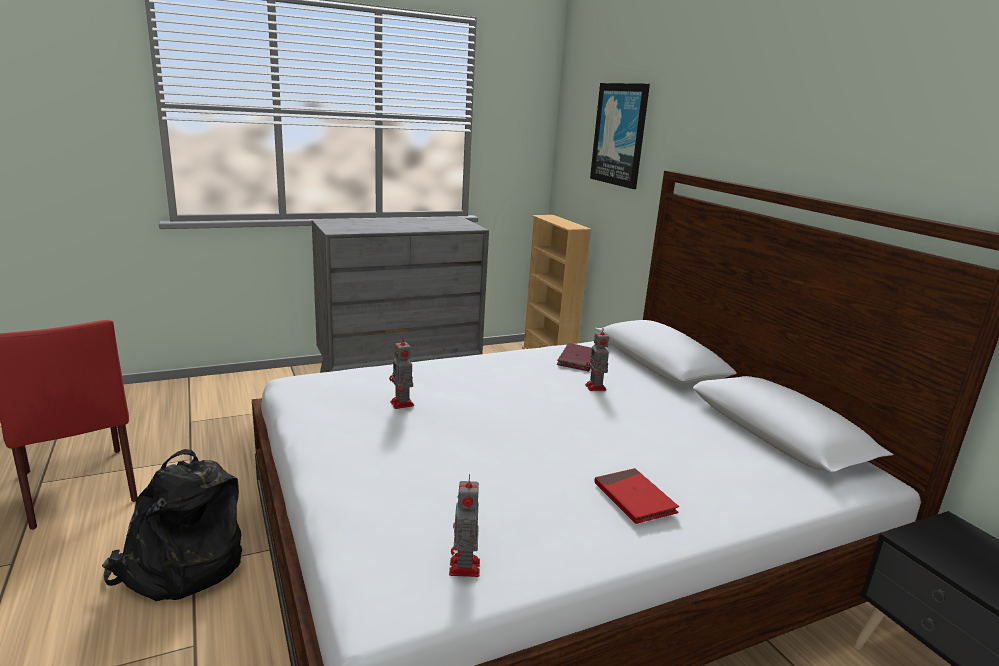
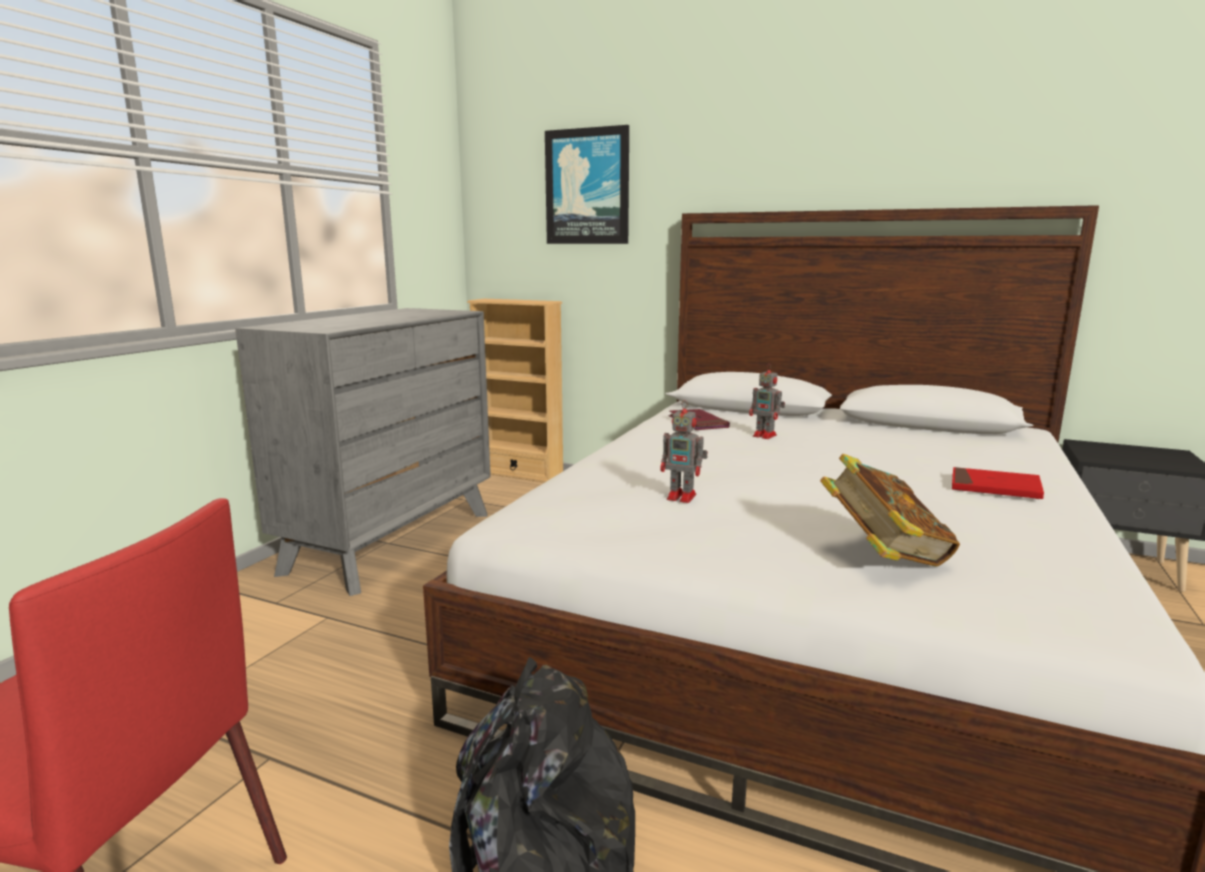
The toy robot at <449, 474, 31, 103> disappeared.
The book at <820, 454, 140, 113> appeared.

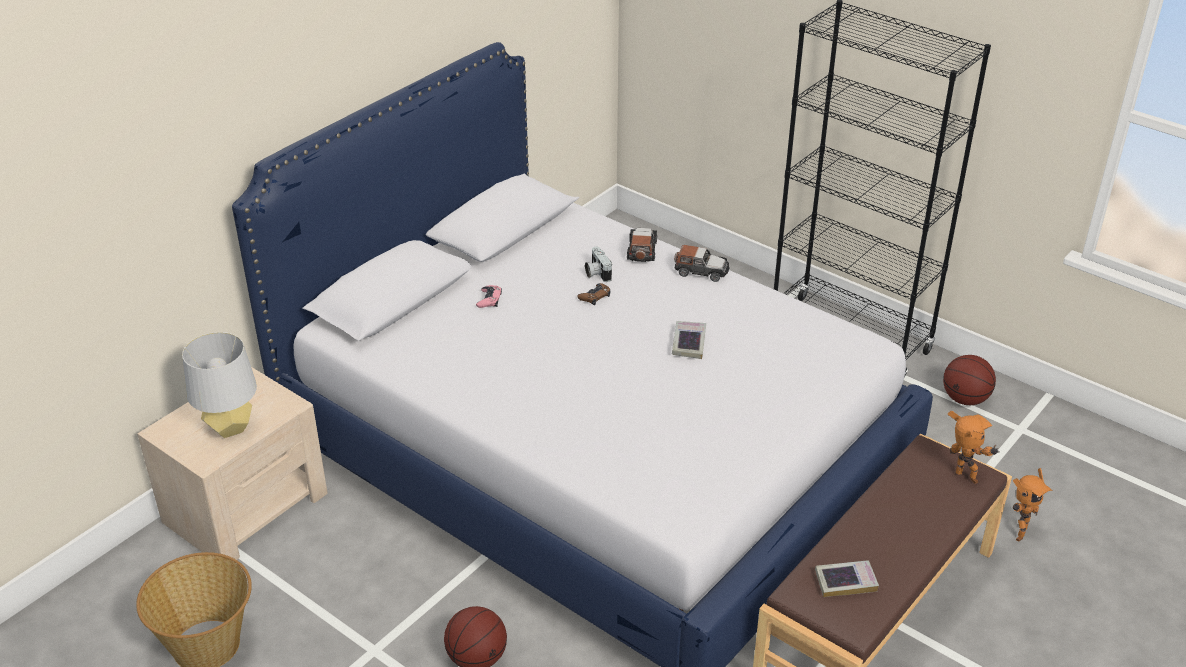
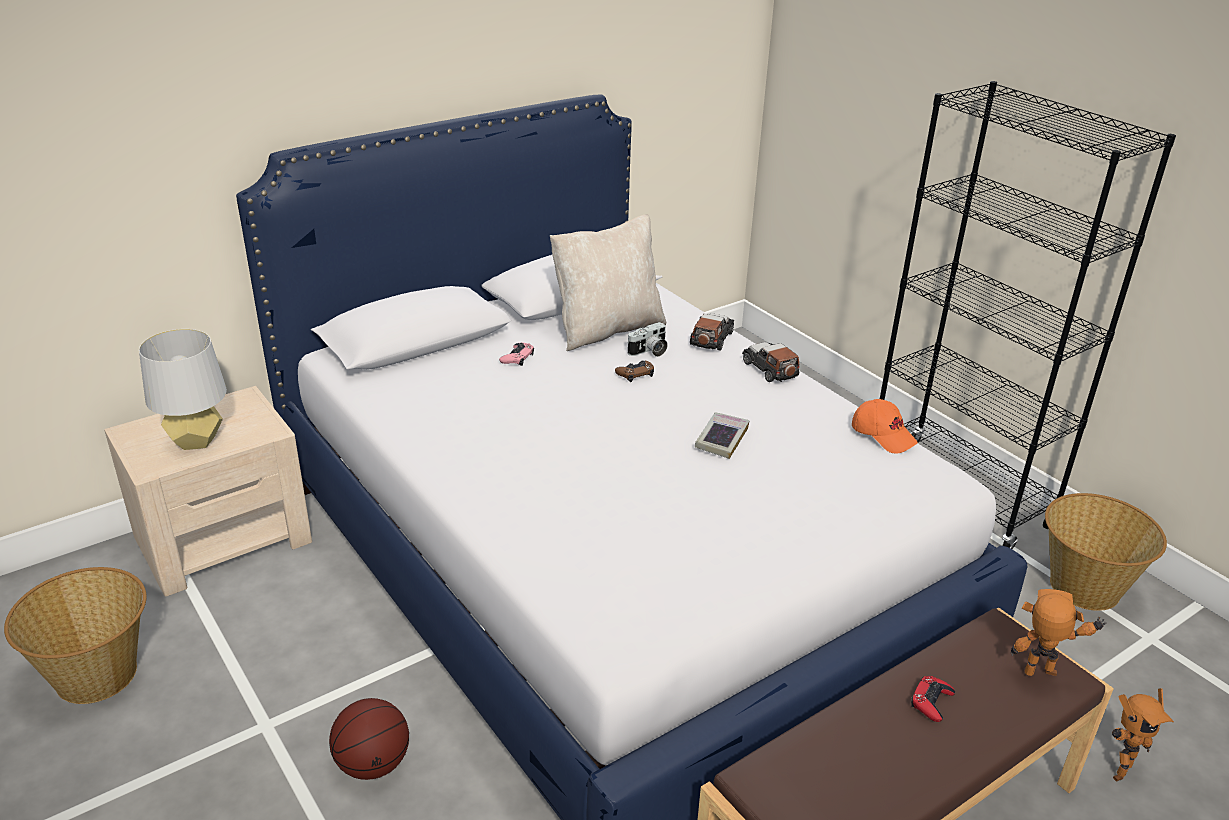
The photo camera at <585, 247, 27, 35> turned 120 degrees counterclockwise.
The toy car at <674, 245, 56, 37> turned 150 degrees counterclockwise.
The book at <815, 560, 64, 37> disappeared.
The basketball at <943, 355, 53, 50> was replaced by the basket at <1045, 493, 122, 118>.
The toy robot at <948, 411, 52, 73> turned 60 degrees counterclockwise.
The beige pillow at <550, 214, 116, 137> appeared.
The orange cap at <852, 399, 66, 54> appeared.
The red game controller at <911, 676, 44, 46> appeared.

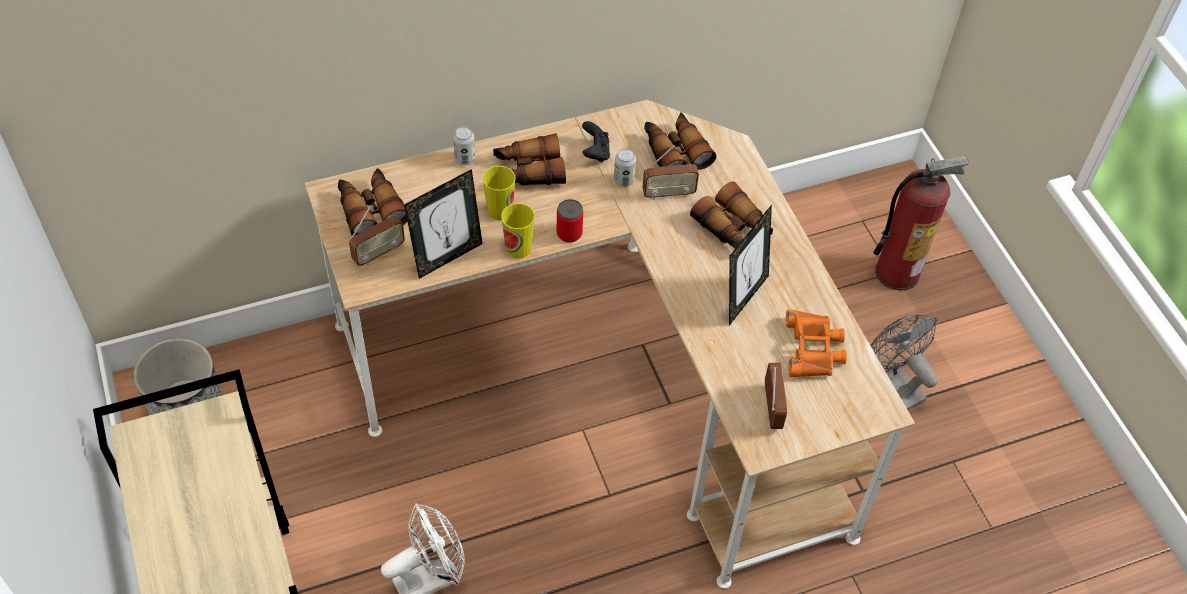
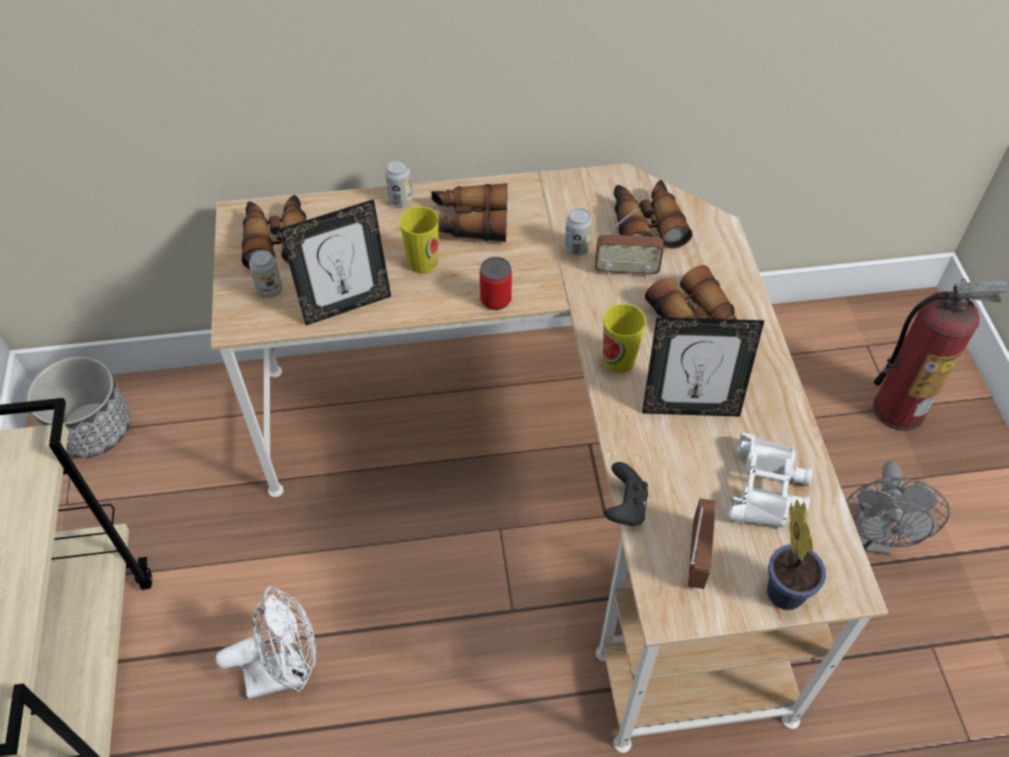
The radio at <349, 206, 56, 60> was replaced by the can at <249, 250, 33, 48>.
The cup moved from <501, 203, 34, 55> to <603, 304, 43, 69>.
The black game controller moved from <582, 121, 28, 41> to <604, 462, 44, 64>.
The picture frame at <729, 205, 43, 121> turned 45 degrees clockwise.
The orange binoculars at <786, 310, 61, 67> became the white binoculars at <728, 432, 84, 96>.
The grey fan at <871, 314, 67, 96> turned 150 degrees counterclockwise.
The potted plant at <767, 499, 59, 111> appeared.

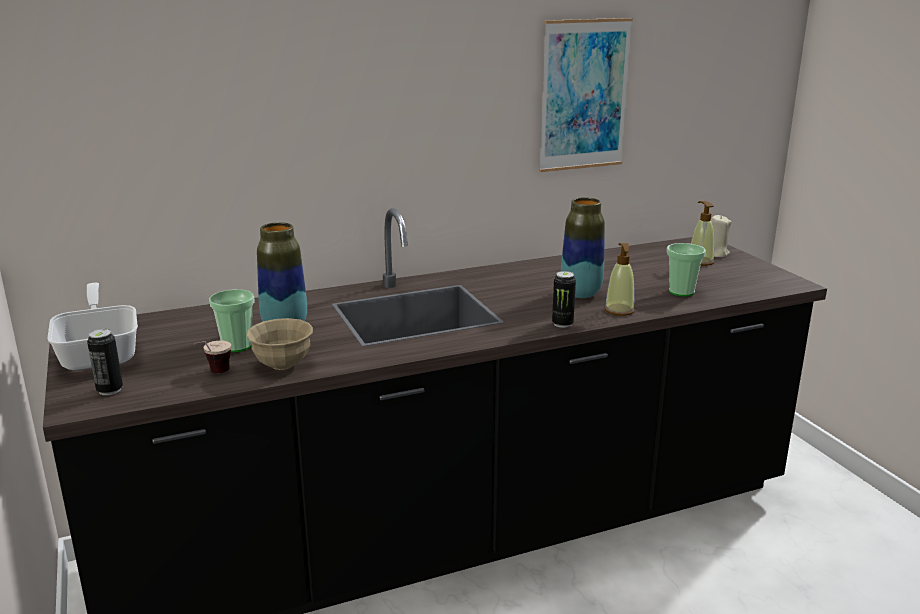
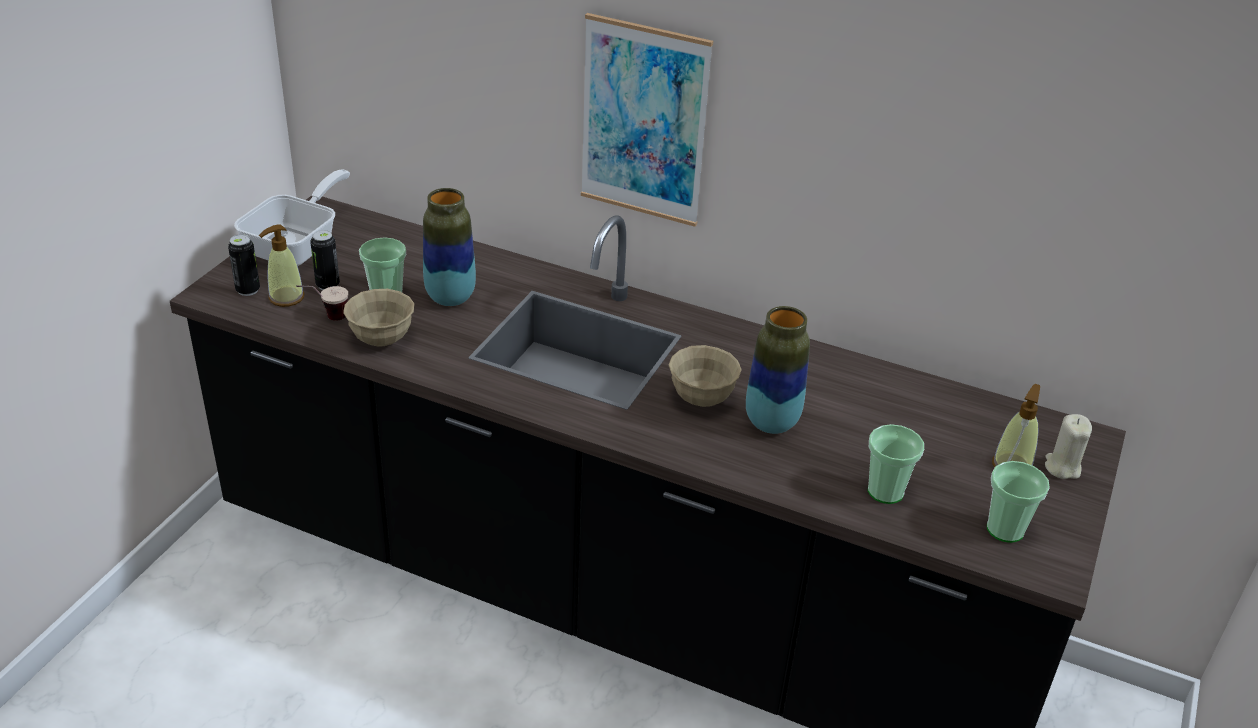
The picture moved from <539, 18, 94, 154> to <581, 13, 132, 214>.
The can moved from <552, 271, 24, 57> to <310, 230, 30, 60>.
The soap dispenser moved from <604, 243, 31, 73> to <259, 225, 45, 82>.
The beige bowl at <669, 345, 73, 62> appeared.
The cup at <987, 461, 63, 82> appeared.

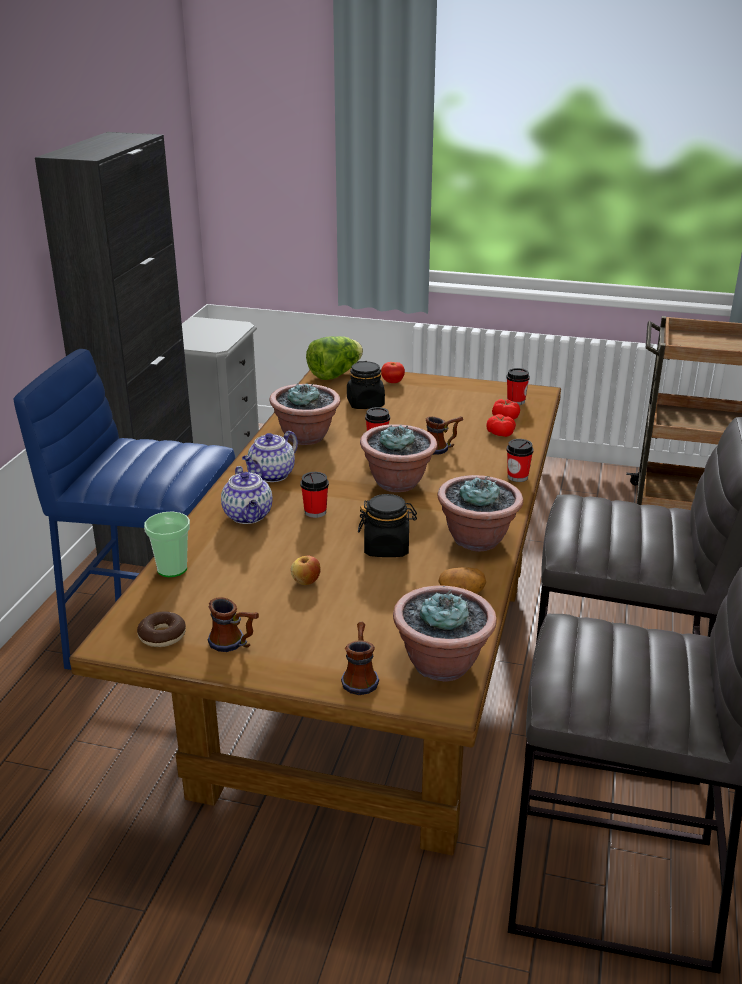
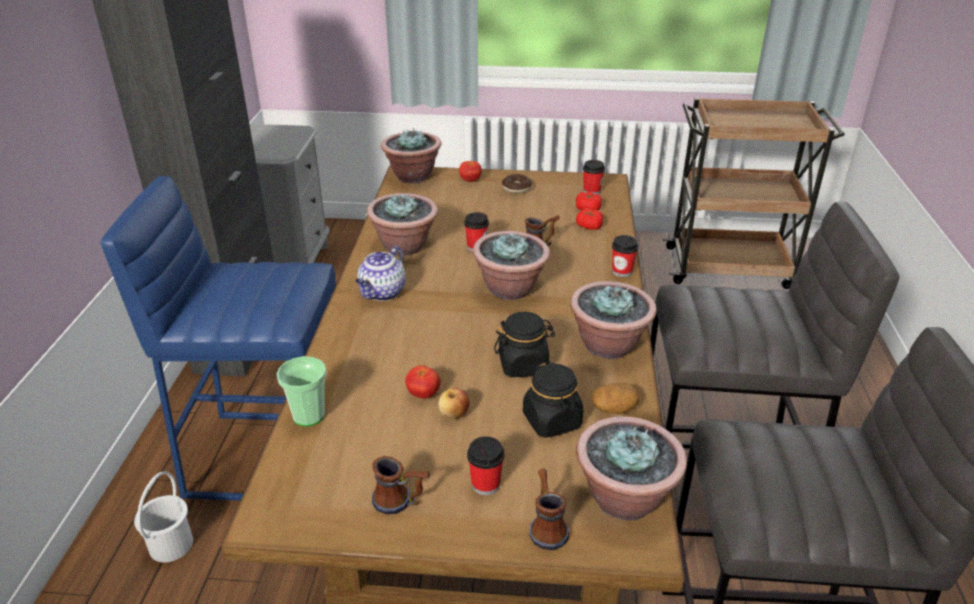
The donut moved from <137, 611, 49, 36> to <502, 174, 30, 19>.
The teapot at <221, 466, 52, 58> disappeared.
The cup moved from <300, 472, 29, 46> to <467, 436, 37, 59>.
The lettuce at <306, 336, 57, 44> was replaced by the potted plant at <381, 128, 60, 56>.
The black jar moved from <347, 361, 38, 48> to <523, 361, 60, 77>.
The white bucket at <134, 471, 59, 91> appeared.
The tomato at <405, 366, 36, 33> appeared.

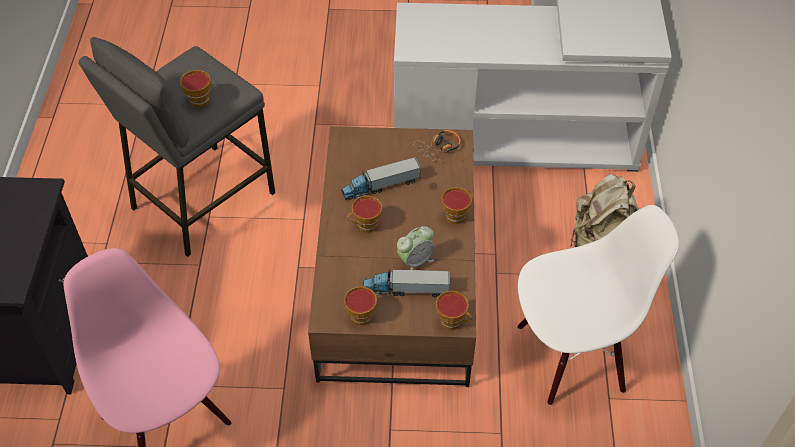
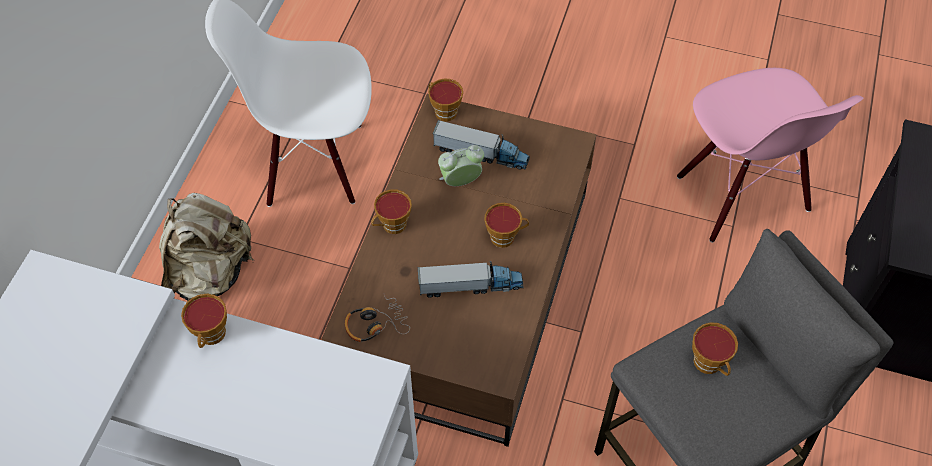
The cup moved from <344, 285, 33, 41> to <181, 294, 46, 54>.

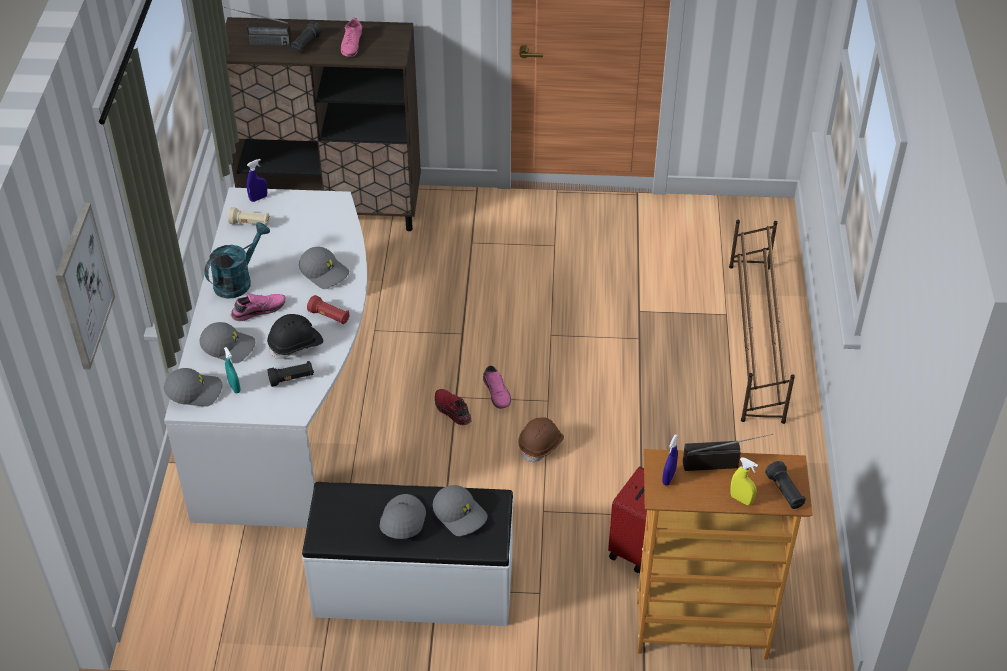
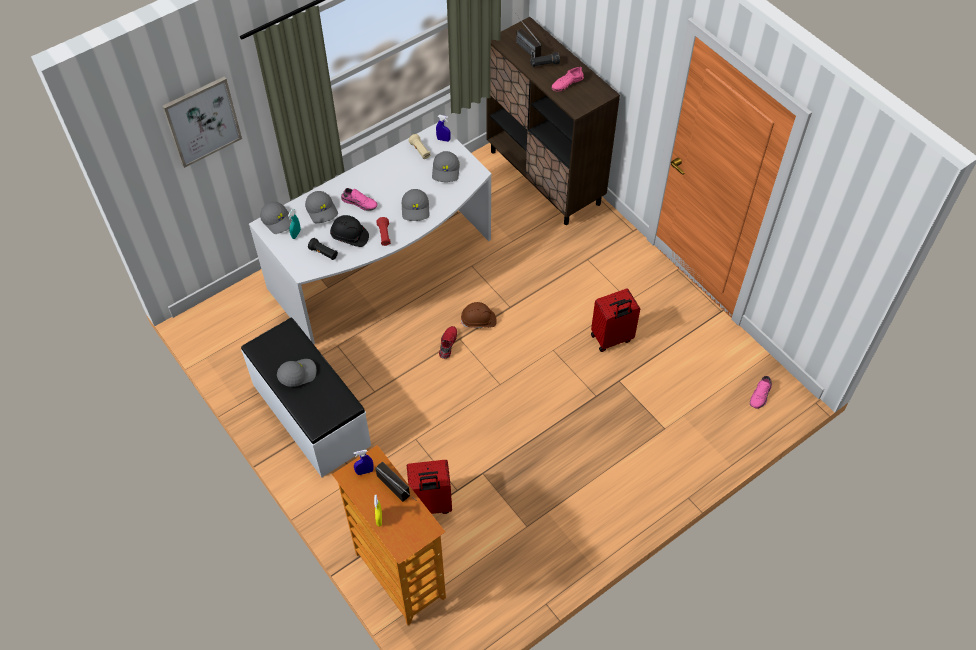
The turquoise watering can at <205, 222, 65, 77> disappeared.
The grey cap moved from <433, 485, 55, 51> to <432, 151, 28, 31>.
The pink shoe moved from <483, 366, 28, 43> to <750, 376, 22, 33>.
The brown hard hat moved from <518, 417, 46, 46> to <461, 302, 36, 26>.
The brown shoe rack at <729, 220, 66, 204> disappeared.
The black flashlight at <765, 461, 41, 48> disappeared.
The red suitcase at <591, 288, 49, 64> appeared.

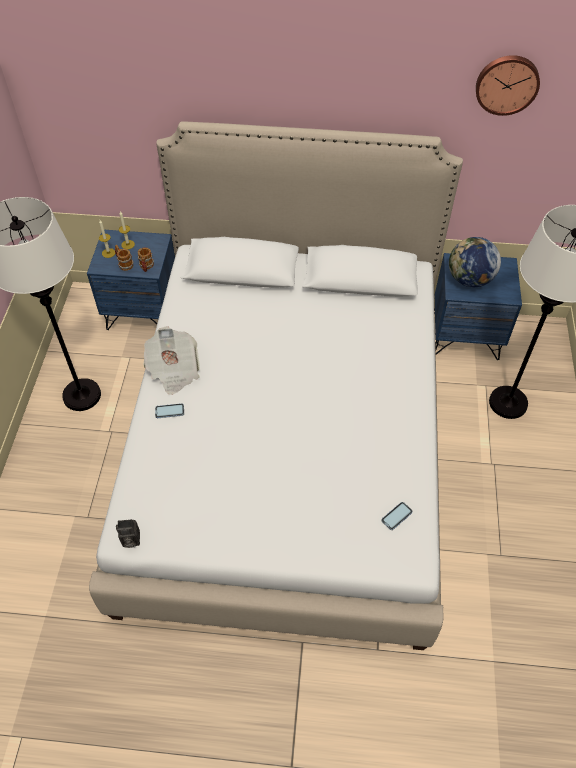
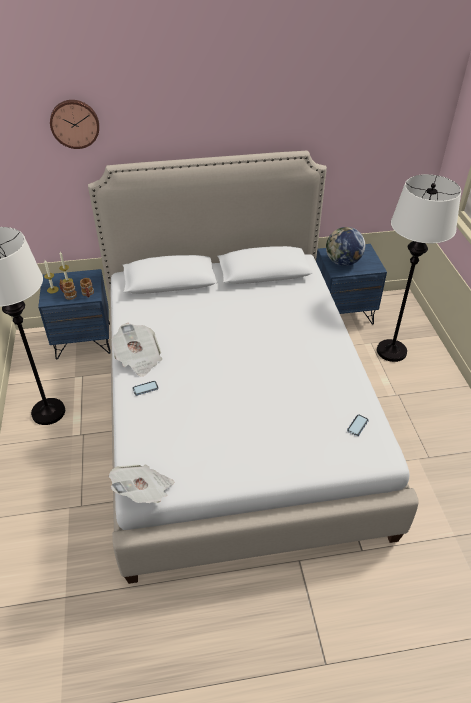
The photo camera at <116, 519, 24, 29> was replaced by the newspaper at <109, 465, 65, 38>.
The wall clock moved from <476, 55, 64, 61> to <50, 100, 49, 49>.

